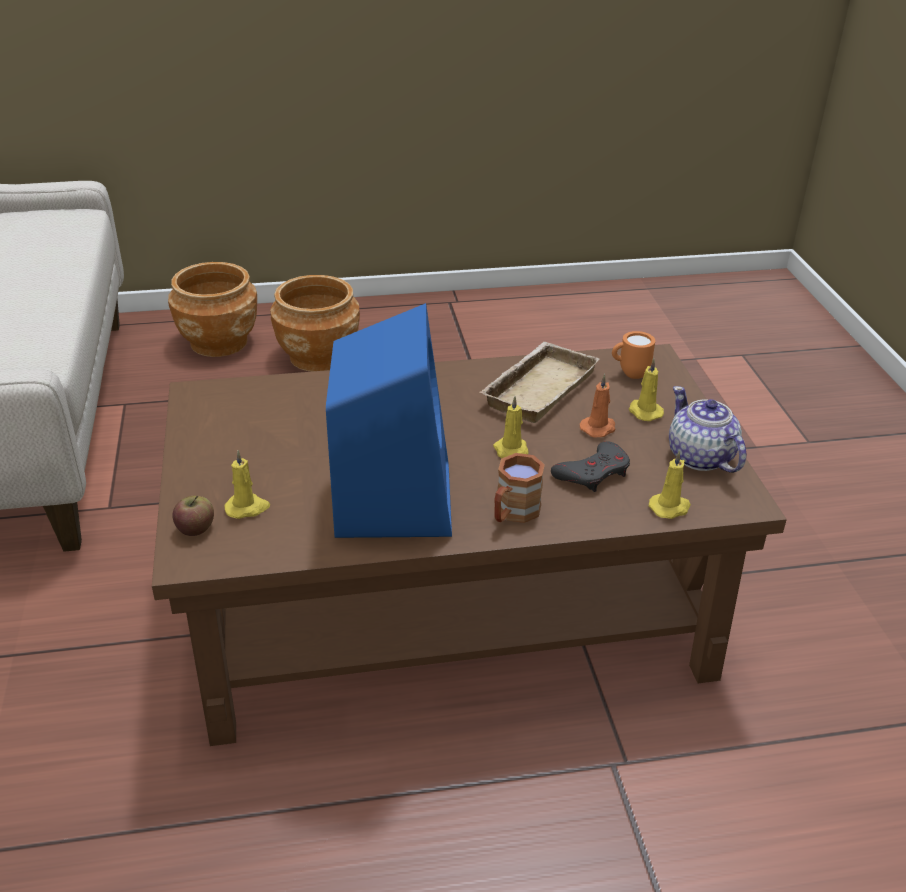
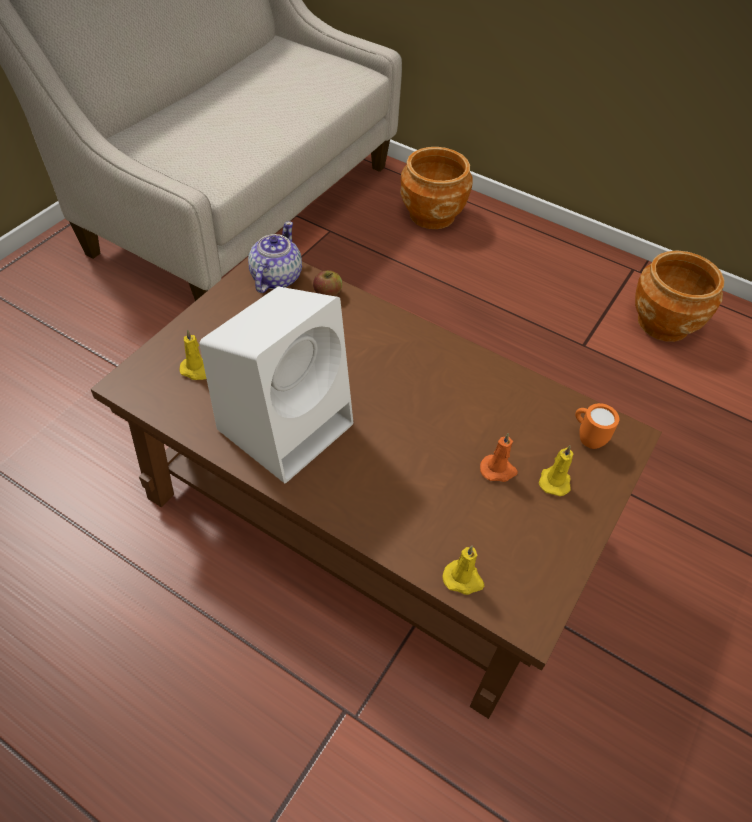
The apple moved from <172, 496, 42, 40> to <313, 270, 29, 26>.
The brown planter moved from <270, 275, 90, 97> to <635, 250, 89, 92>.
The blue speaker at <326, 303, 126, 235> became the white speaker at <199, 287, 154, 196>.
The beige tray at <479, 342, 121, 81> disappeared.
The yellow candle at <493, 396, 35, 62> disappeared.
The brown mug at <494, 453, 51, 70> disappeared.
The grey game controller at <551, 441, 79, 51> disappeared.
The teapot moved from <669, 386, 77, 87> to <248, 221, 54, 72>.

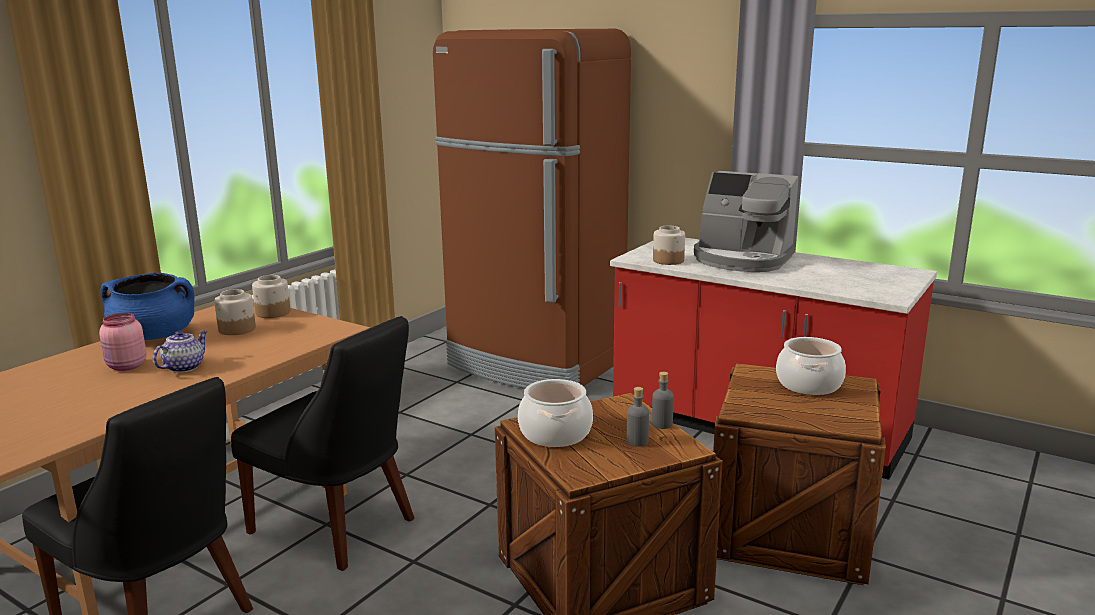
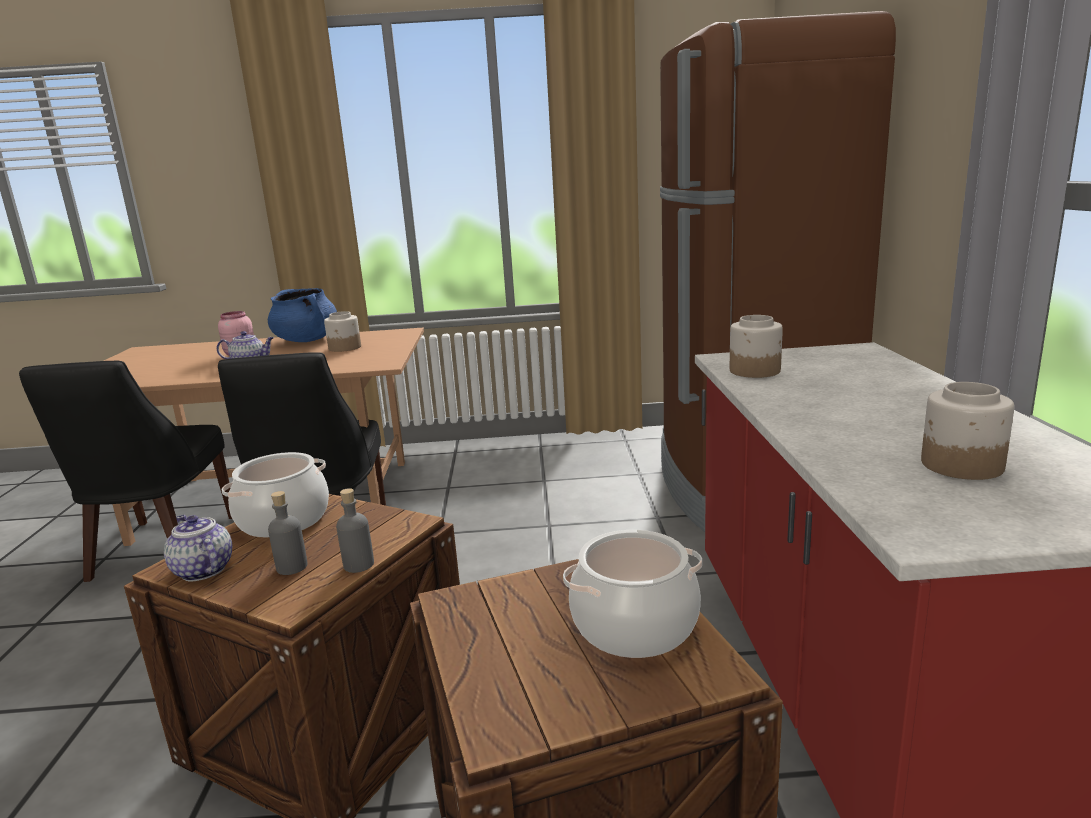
The jar moved from <252, 275, 38, 43> to <921, 382, 93, 98>.
The coffee machine at <694, 171, 105, 101> disappeared.
The teapot at <164, 515, 68, 66> appeared.

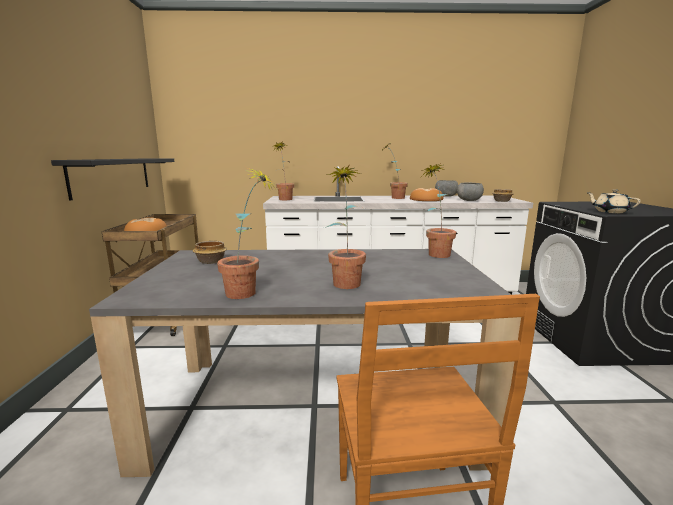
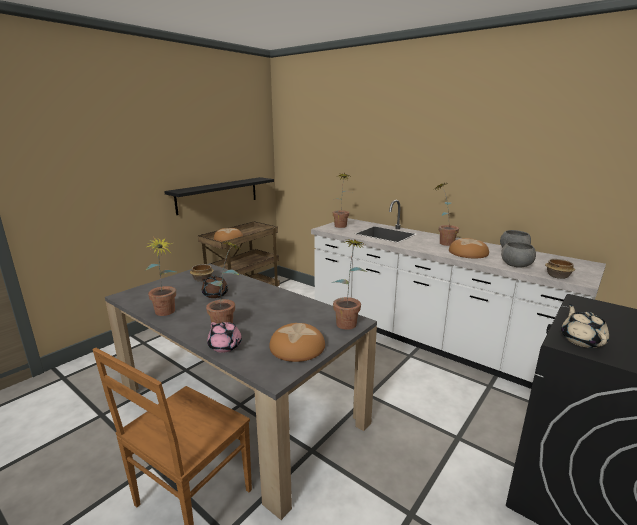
The brown teapot at <202, 275, 27, 23> appeared.
The pink teapot at <207, 322, 35, 31> appeared.
The bread at <269, 323, 56, 39> appeared.

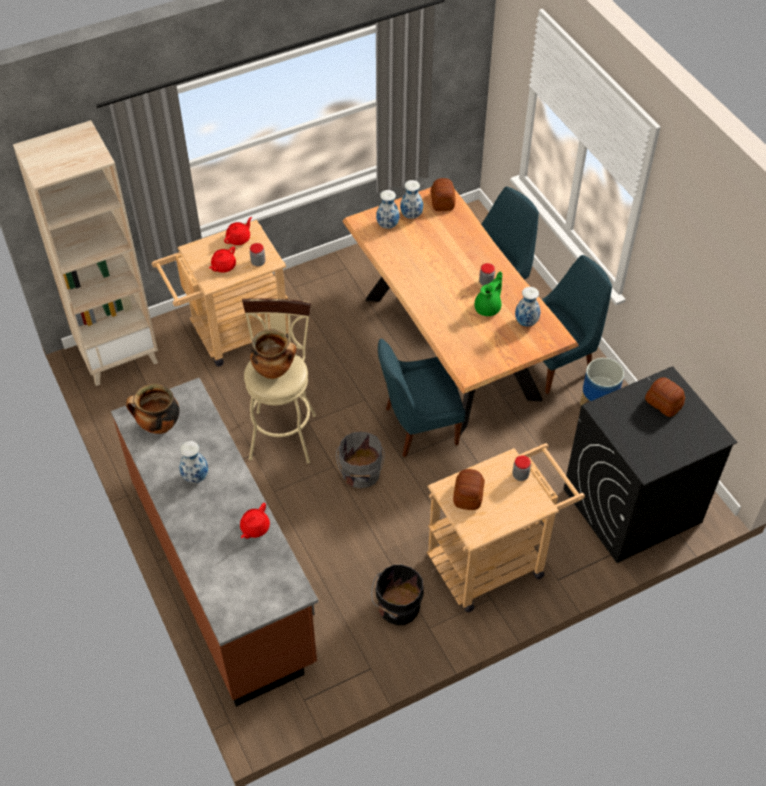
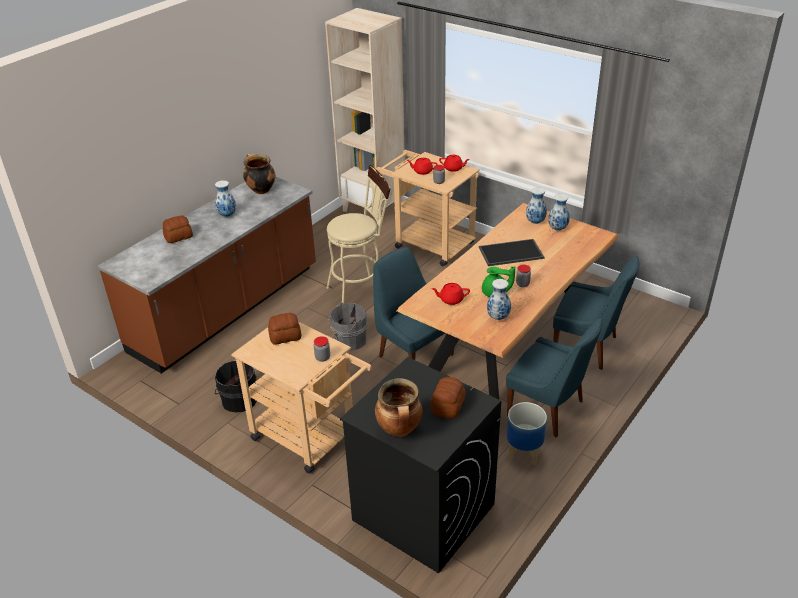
The red teapot moved from <240, 503, 30, 36> to <431, 283, 39, 22>.
The cooking pot moved from <250, 329, 46, 50> to <375, 378, 48, 59>.
The bread moved from <431, 178, 24, 33> to <163, 215, 30, 28>.
The tray at <479, 239, 65, 27> appeared.

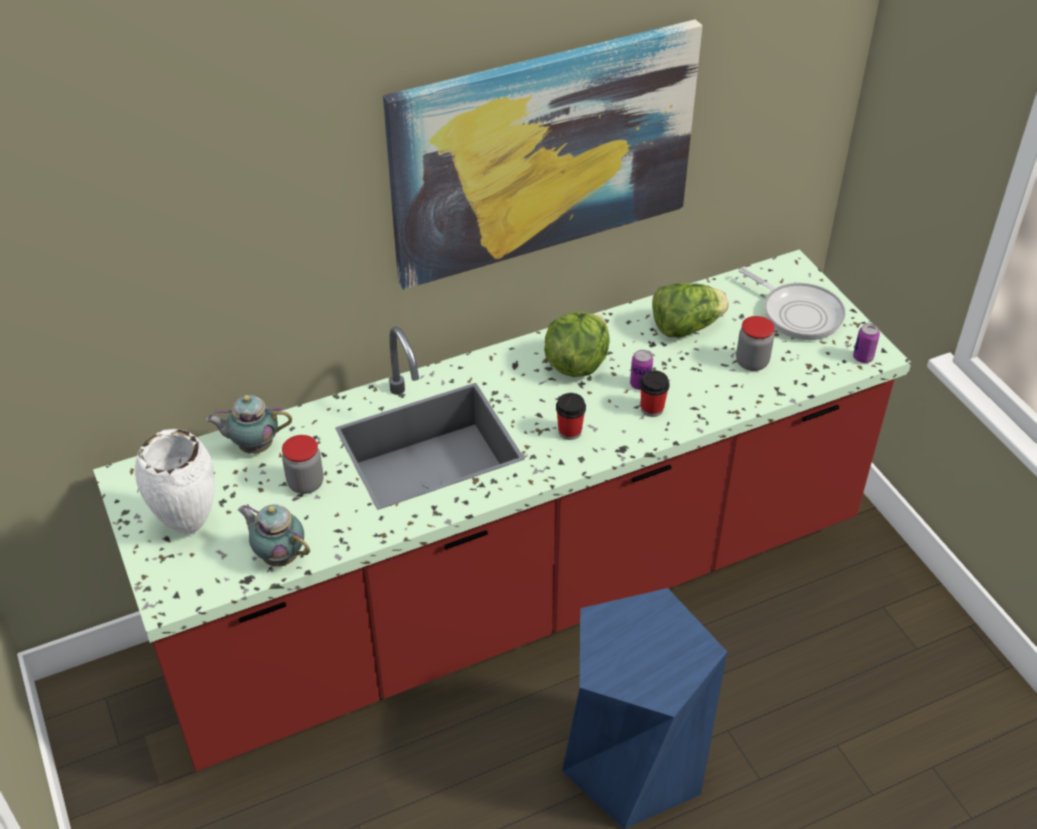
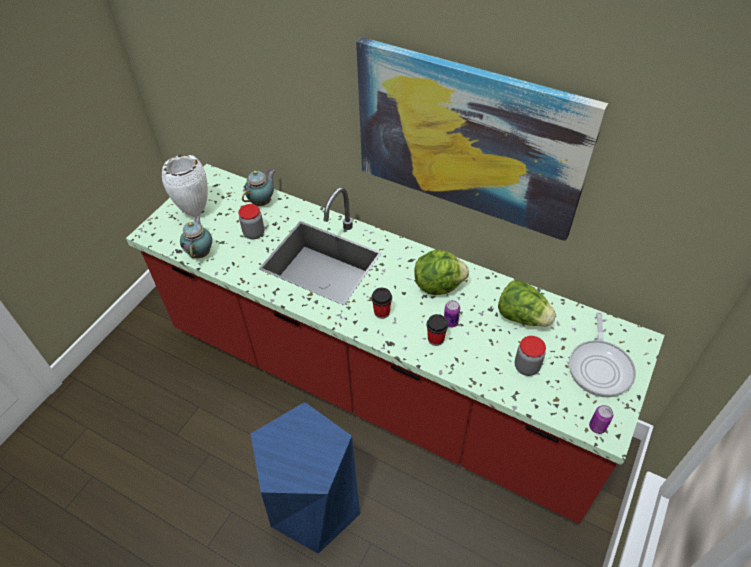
The teapot at <206, 395, 86, 59> turned 75 degrees clockwise.

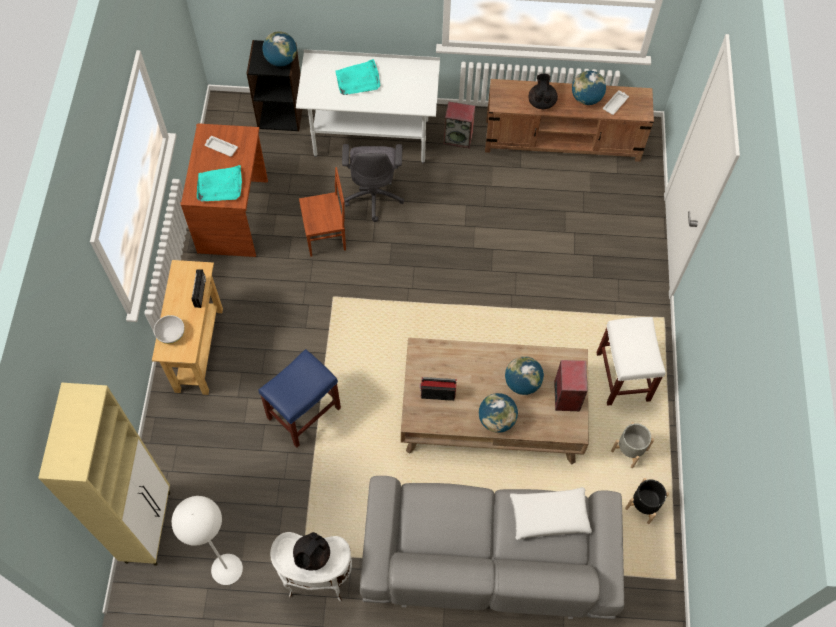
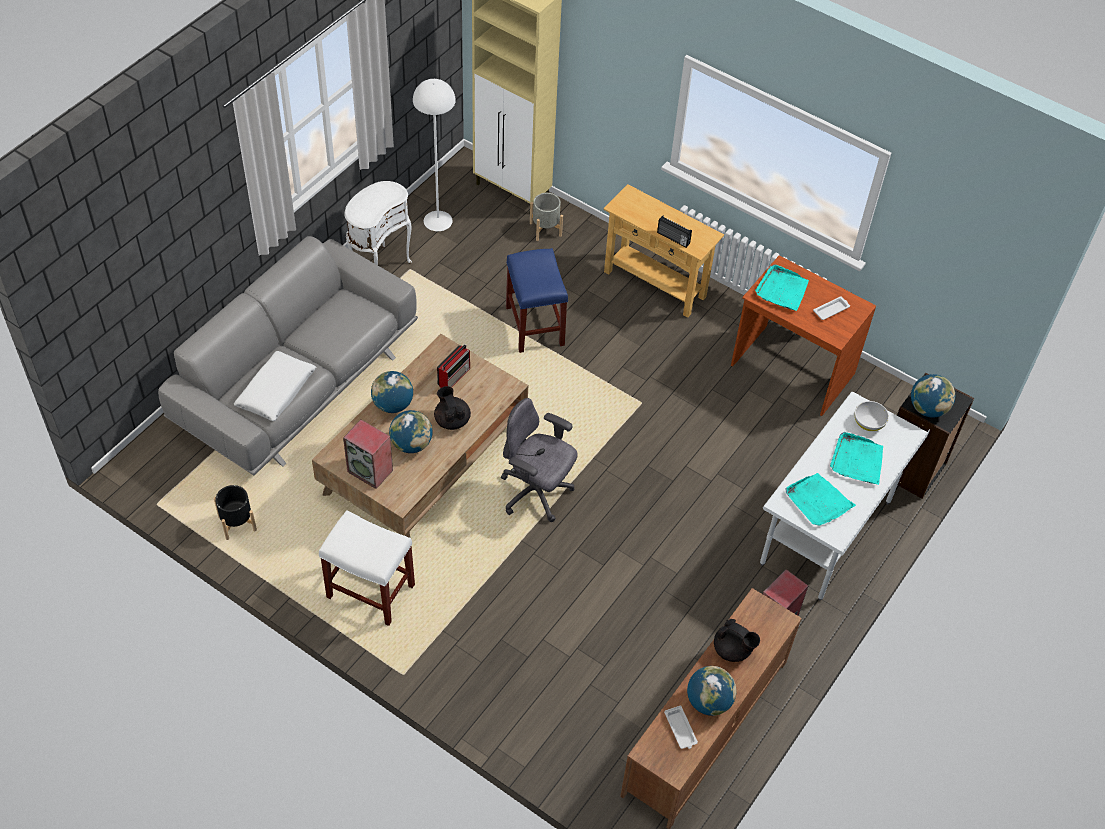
The white bowl moved from <154, 315, 31, 29> to <855, 401, 34, 30>.
The black teapot moved from <293, 532, 37, 38> to <434, 386, 37, 44>.
The brown chair at <299, 167, 47, 90> disappeared.
The grey office chair moved from <342, 144, 63, 78> to <501, 398, 77, 124>.
The grey planter moved from <611, 422, 43, 46> to <530, 193, 33, 48>.
The turquoise tray at <785, 473, 71, 52> appeared.

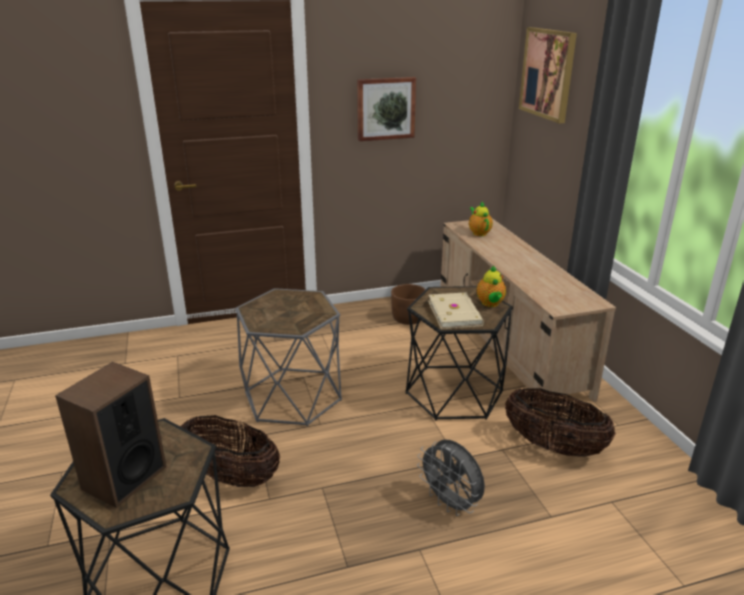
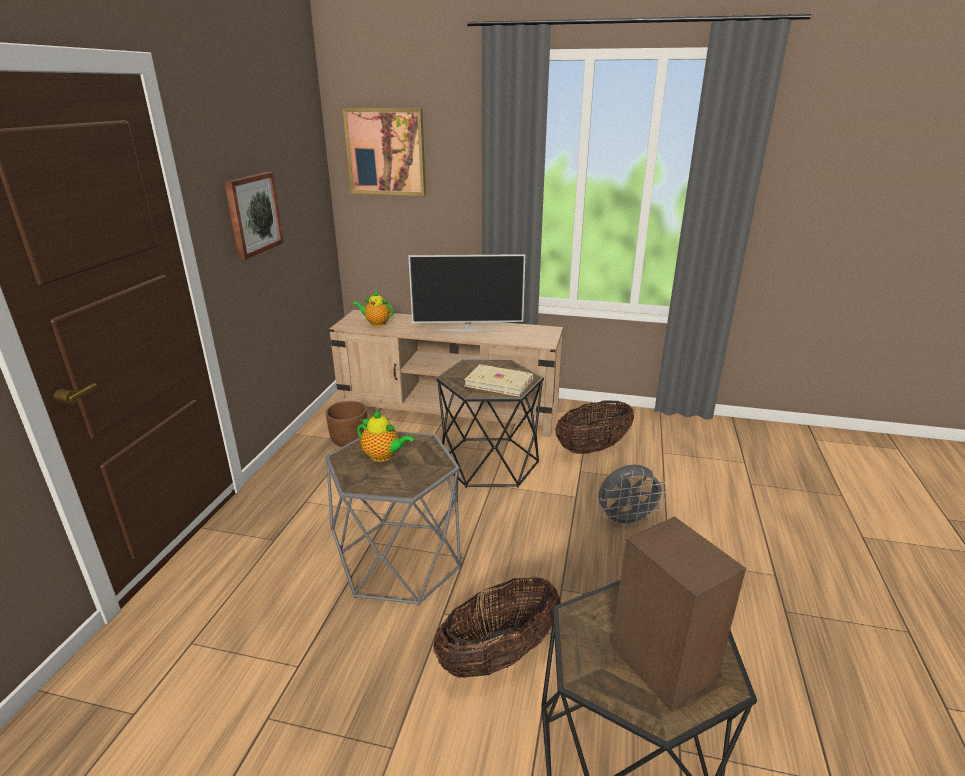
The teapot moved from <477, 266, 29, 41> to <357, 411, 56, 51>.
The television at <408, 254, 117, 78> appeared.

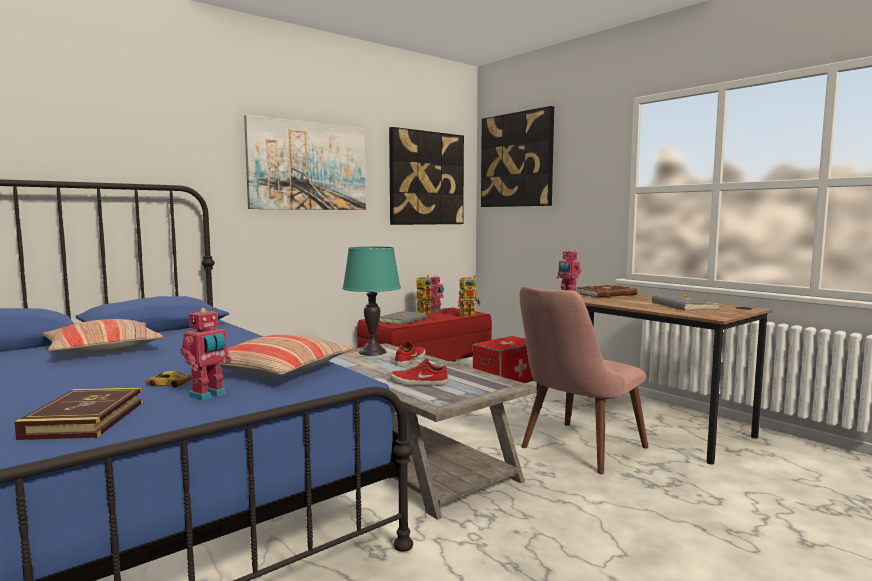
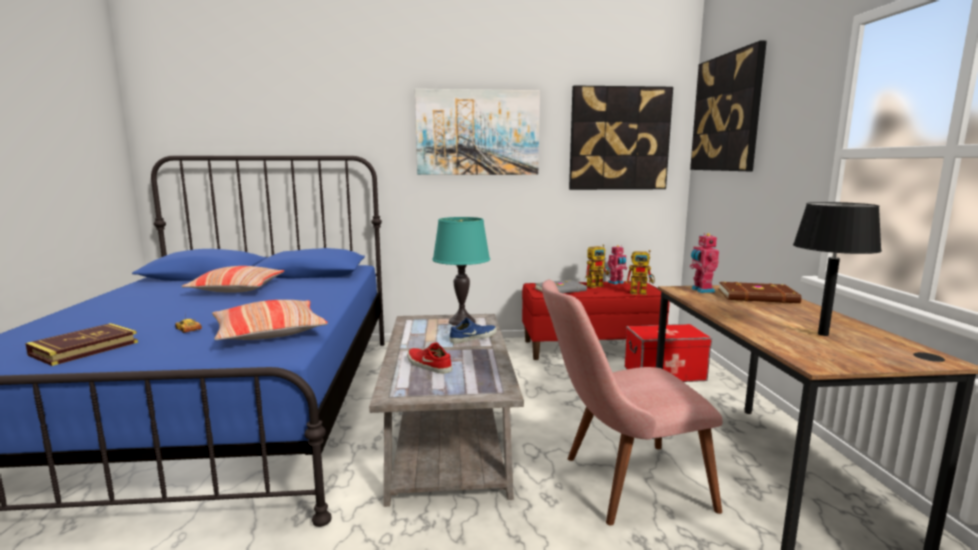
The toy robot at <180, 308, 52, 93> disappeared.
The red shoe at <395, 341, 31, 25> became the blue shoe at <450, 318, 47, 25>.
The grey book at <652, 294, 68, 17> was replaced by the black table lamp at <793, 202, 89, 134>.

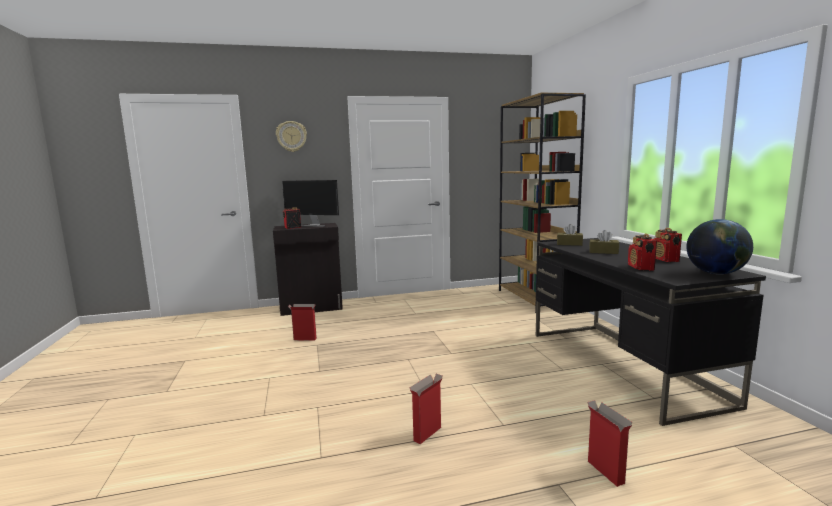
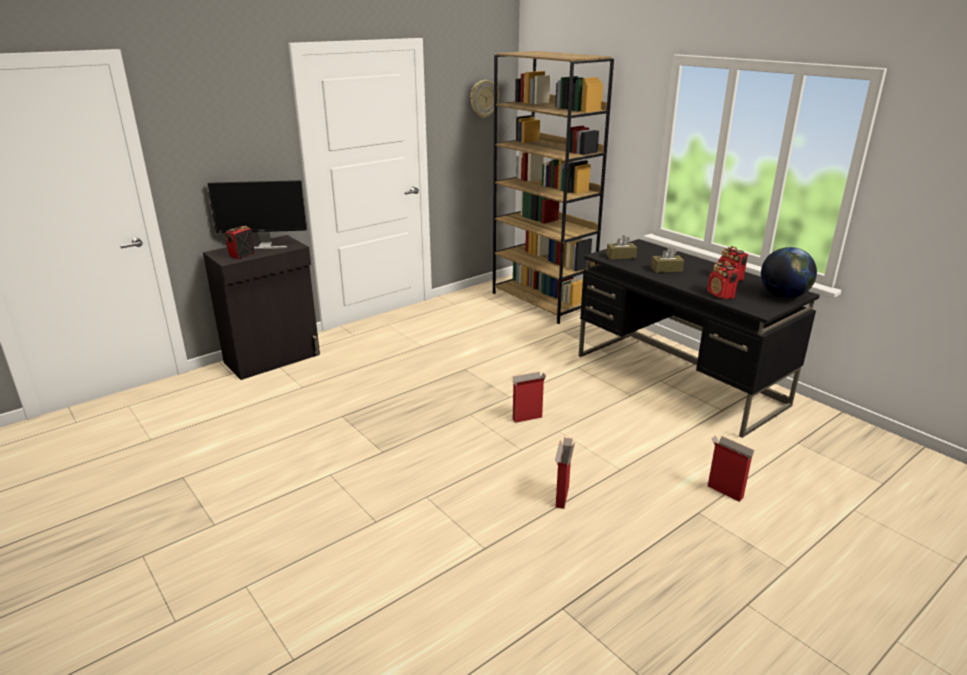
The wall clock moved from <276, 121, 31, 31> to <470, 80, 29, 38>.
The cardboard box moved from <288, 304, 29, 37> to <511, 372, 35, 51>.

